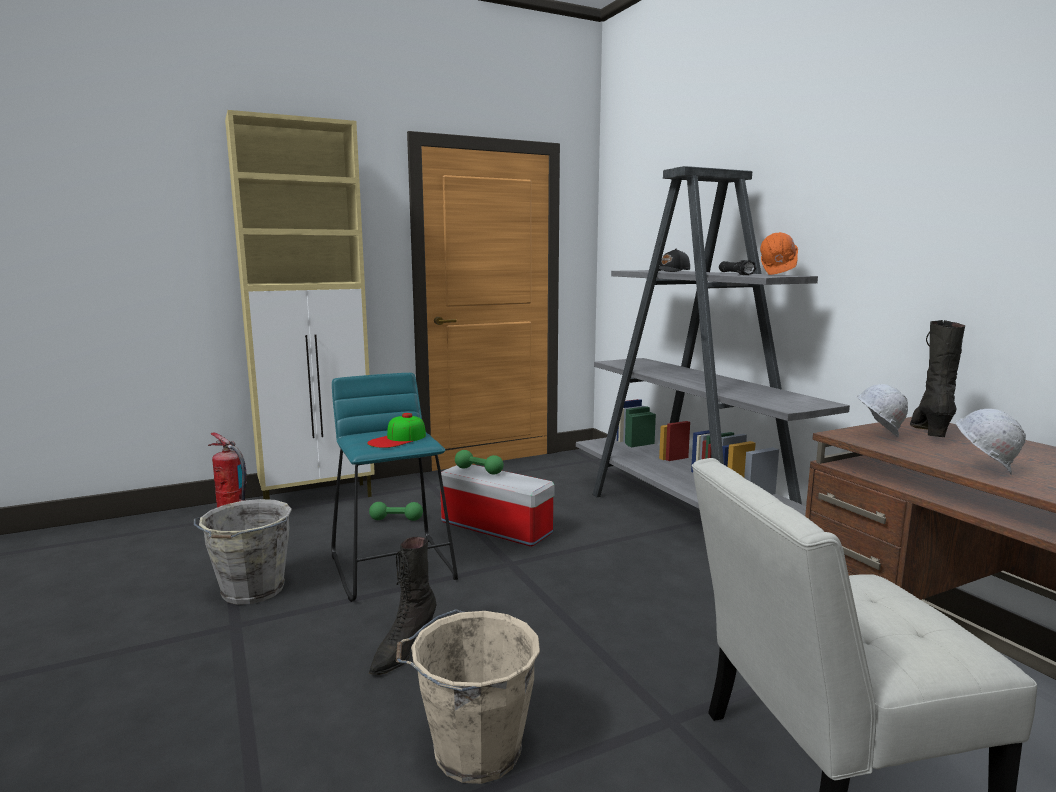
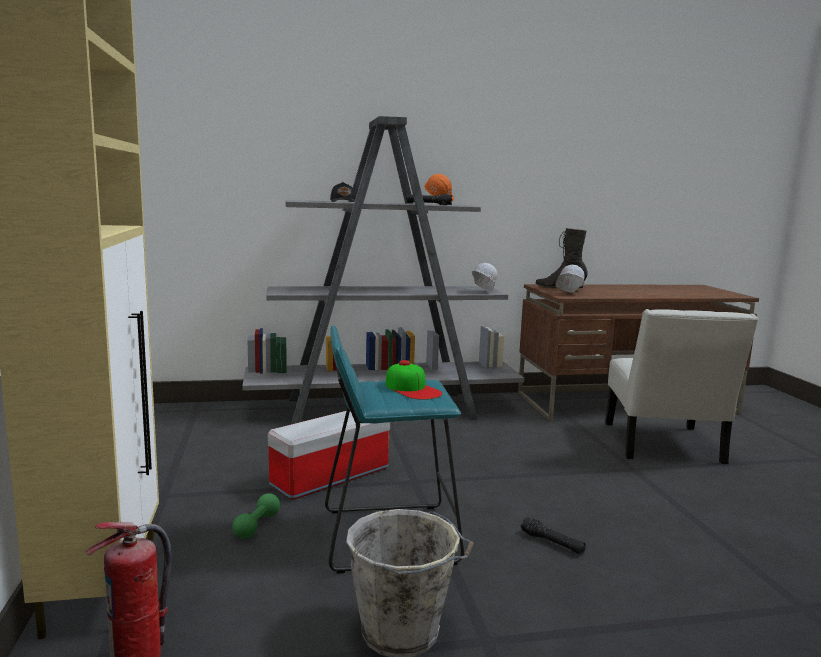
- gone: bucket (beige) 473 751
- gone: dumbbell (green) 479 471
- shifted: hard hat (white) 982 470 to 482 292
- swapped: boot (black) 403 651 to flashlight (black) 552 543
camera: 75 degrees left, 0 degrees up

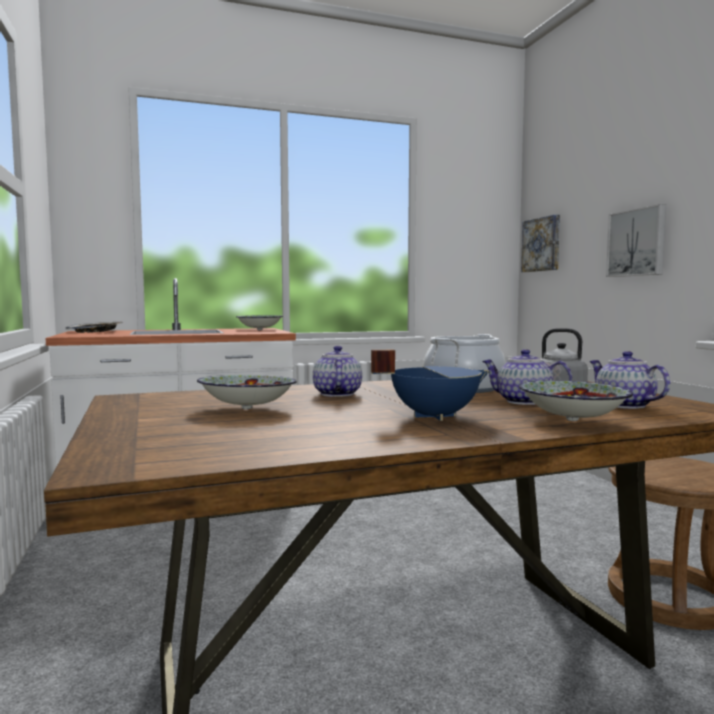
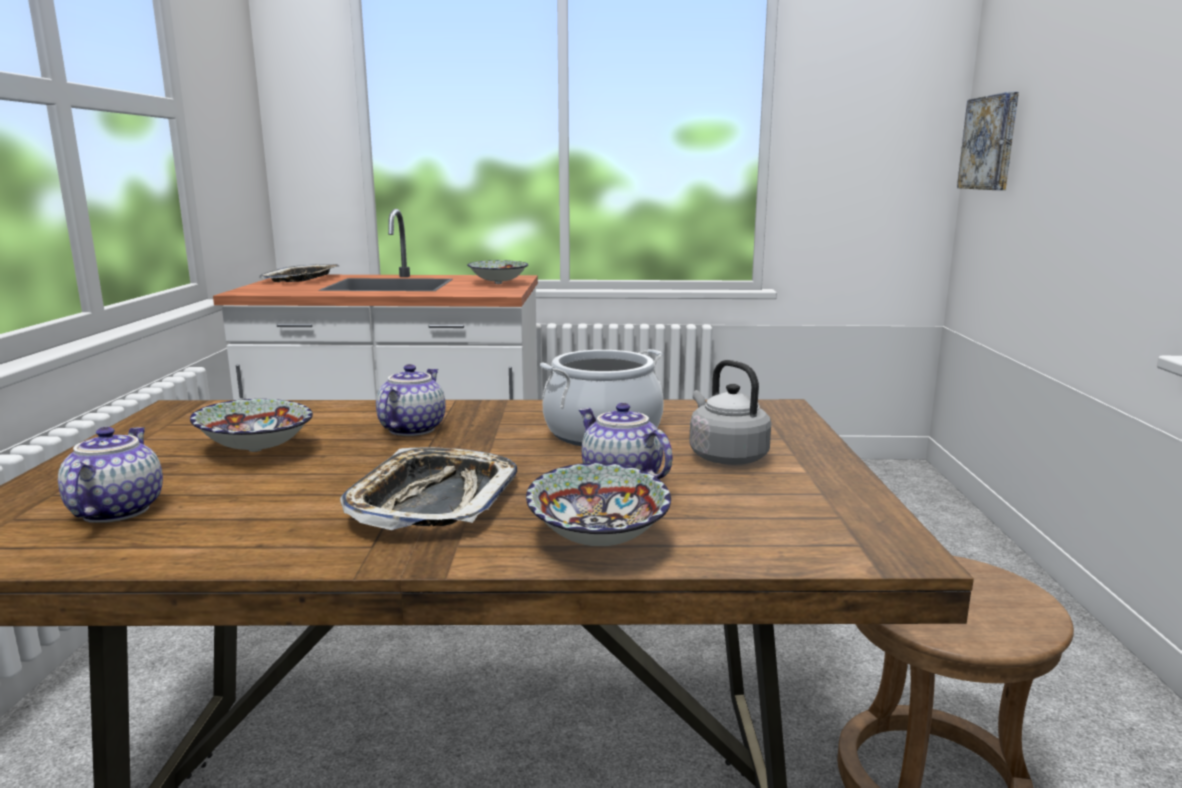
- gone: picture 637 242
- shifted: teapot 623 405 to 115 511
- swapped: cooking pot (blue) 433 416 to tray 433 499
camera: 20 degrees right, 10 degrees up

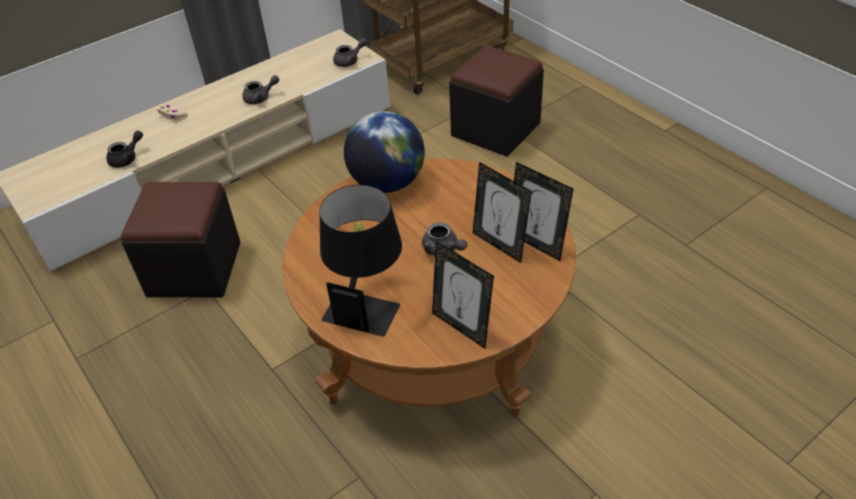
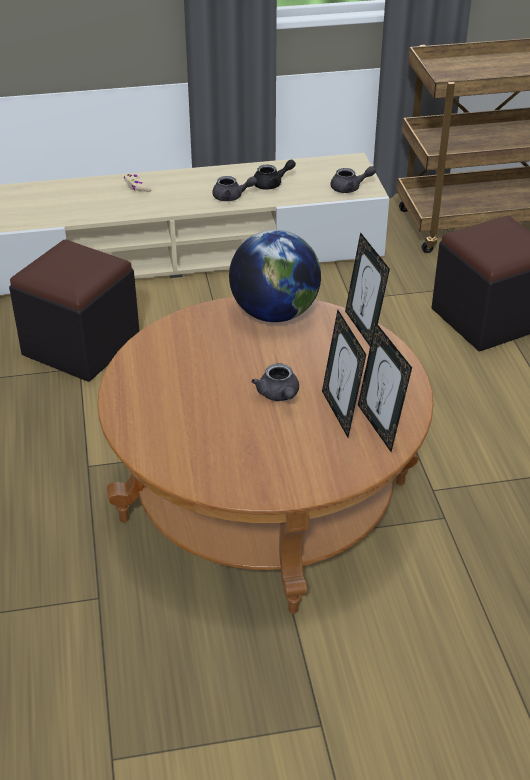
- gone: table lamp (black) 366 301
- shifted: teapot (black) 127 158 to 272 184
- shifted: picture frame 461 327 to 363 328
camera: 25 degrees right, 5 degrees down

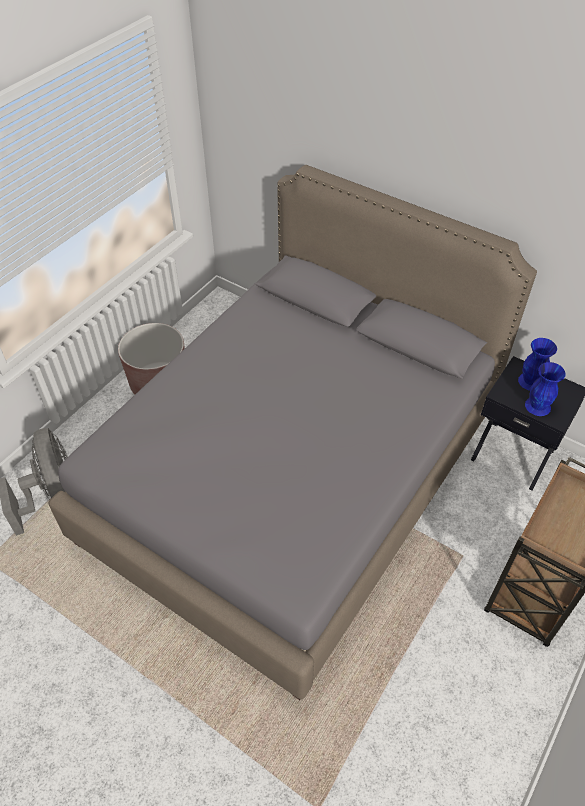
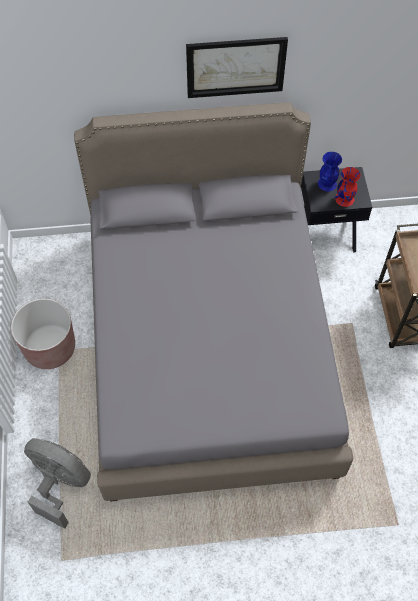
- new: picture 235 67
- repainted: vase (blue) 538 406 to vase (red) 344 198
camera: 40 degrees left, 10 degrees up

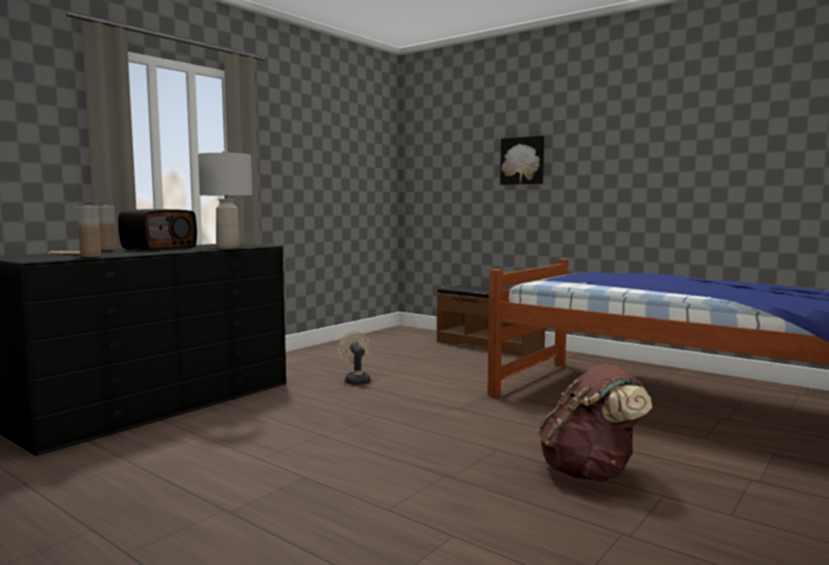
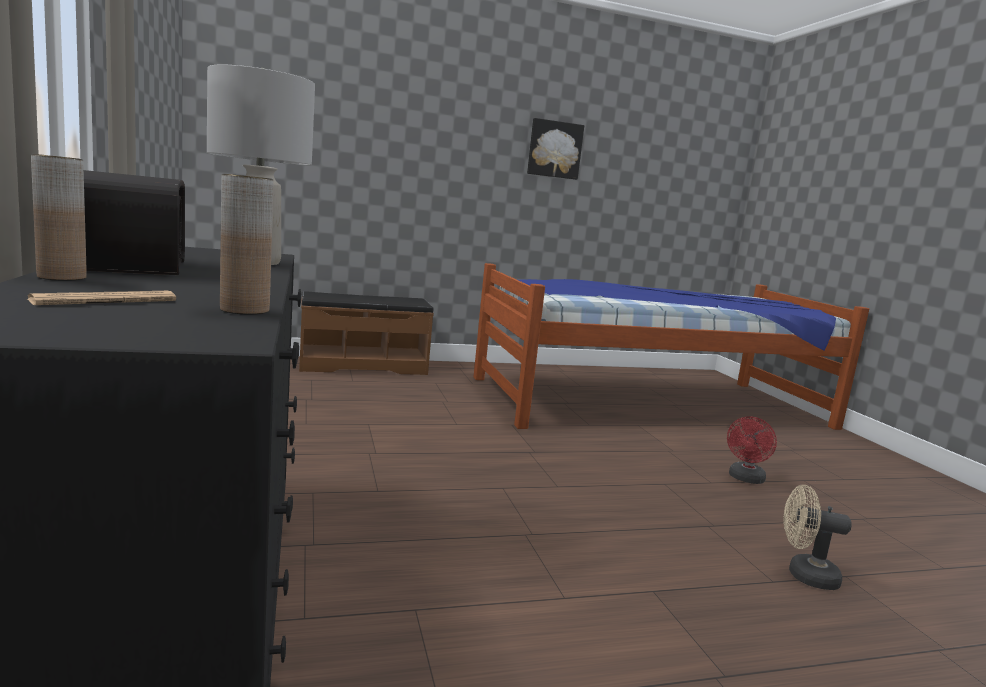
- shifted: fan (beige) 356 380 to 804 575
- shifted: picture 522 161 to 554 149
- swapped: backpack (brown) 590 473 to fan (red) 745 479
camera: 55 degrees left, 5 degrees up

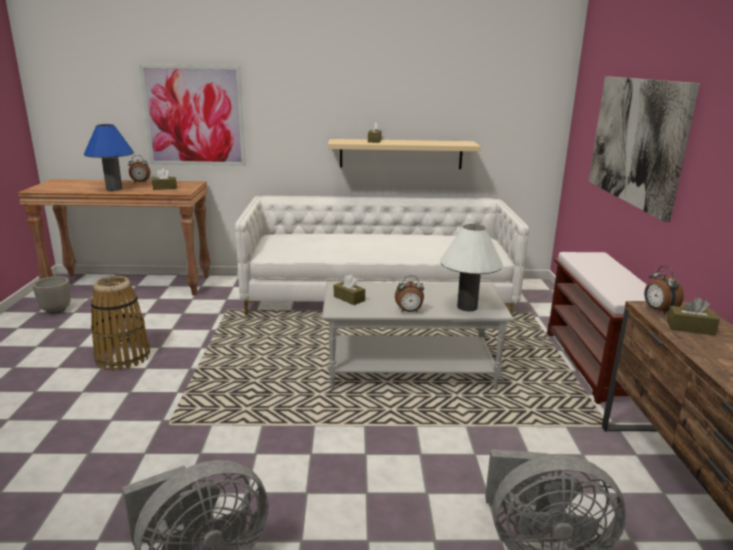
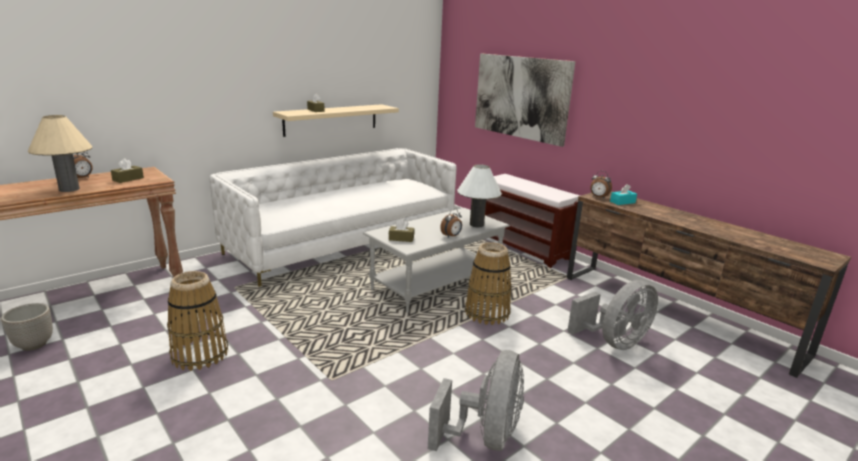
- gone: picture 194 116
- new: basket 487 313
- repainted: table lamp (blue) 114 189 to table lamp (beige) 69 189
- repainted: tissue box (brown) 690 328 to tissue box (turquoise) 622 202
camera: 40 degrees left, 0 degrees up

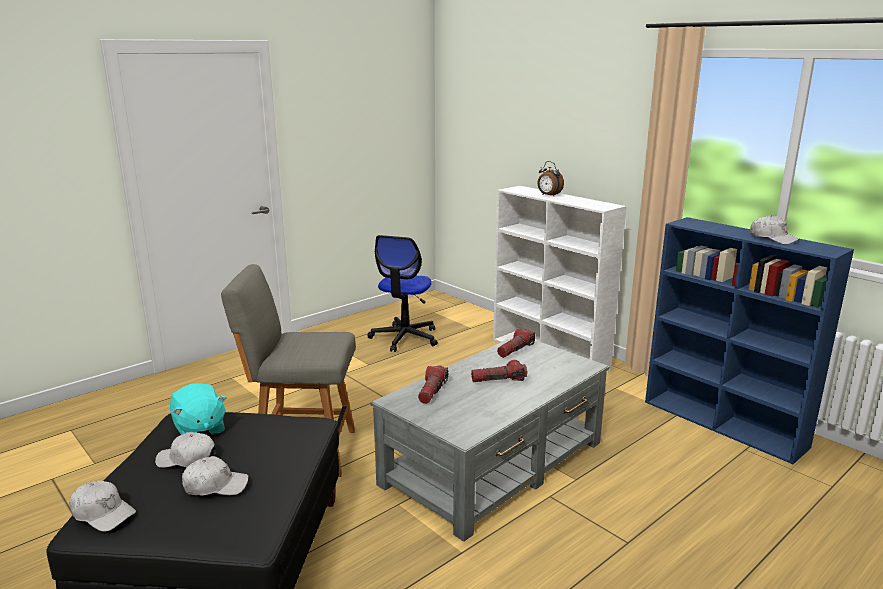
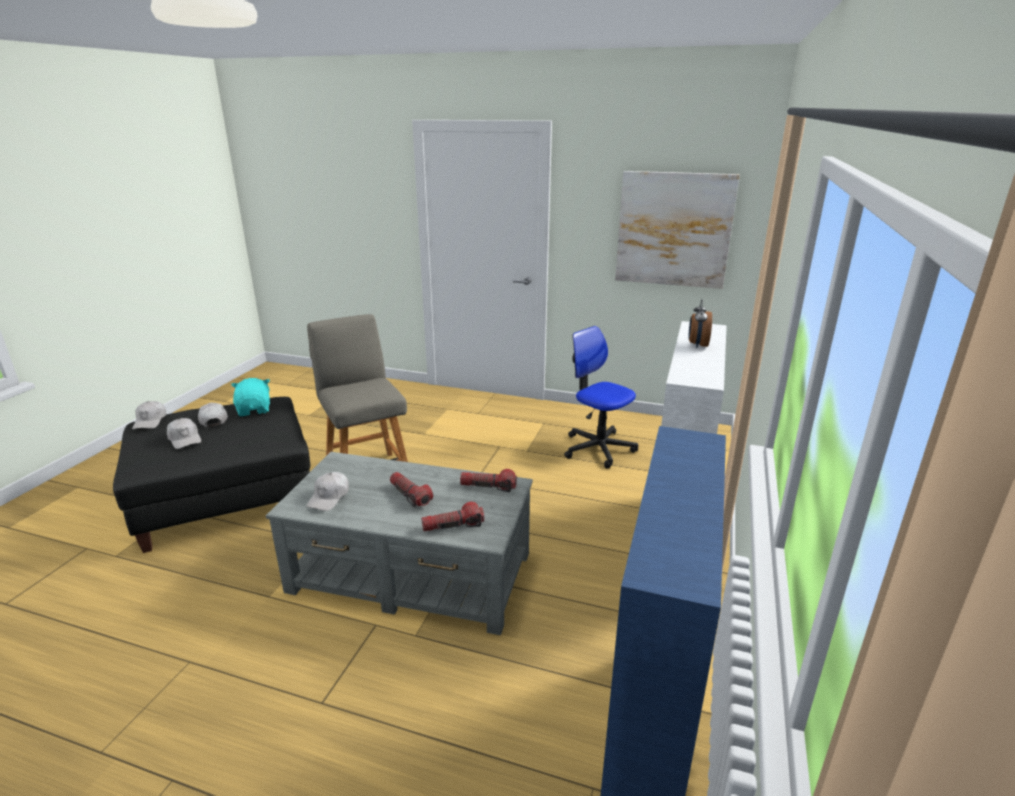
- new: picture 674 229
- shifted: flashlight 432 391 to 453 526
- shifted: cap (white) 772 238 to 329 497
- rotated: plush toy (turquoise) 199 429 = 255 410 135 degrees clockwise
- rotated: office chair 404 338 = 598 448 60 degrees clockwise
camera: 60 degrees right, 5 degrees up

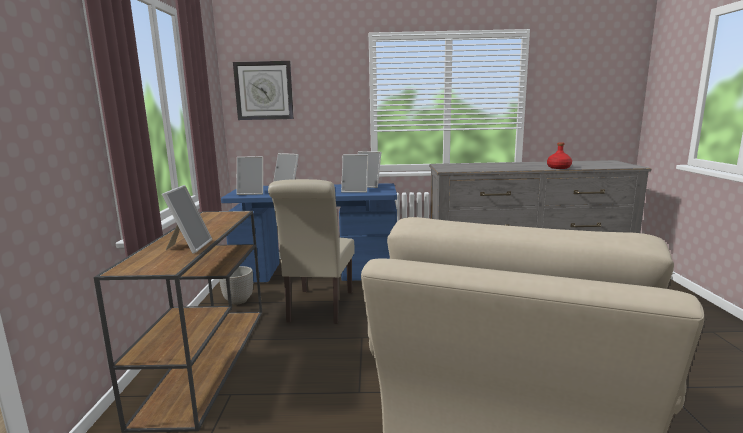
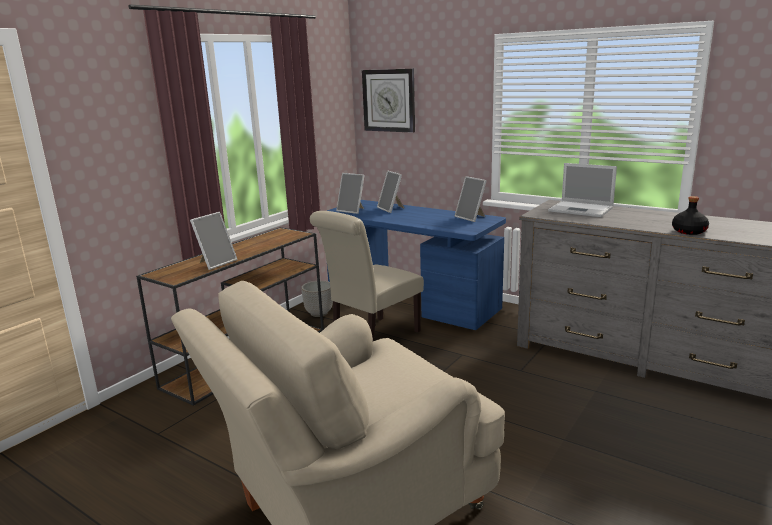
- gone: picture frame 356 191
- new: laptop 582 209
- repainted: bottle (red) 558 168 to bottle (black) 688 231
camera: 35 degrees right, 5 degrees up

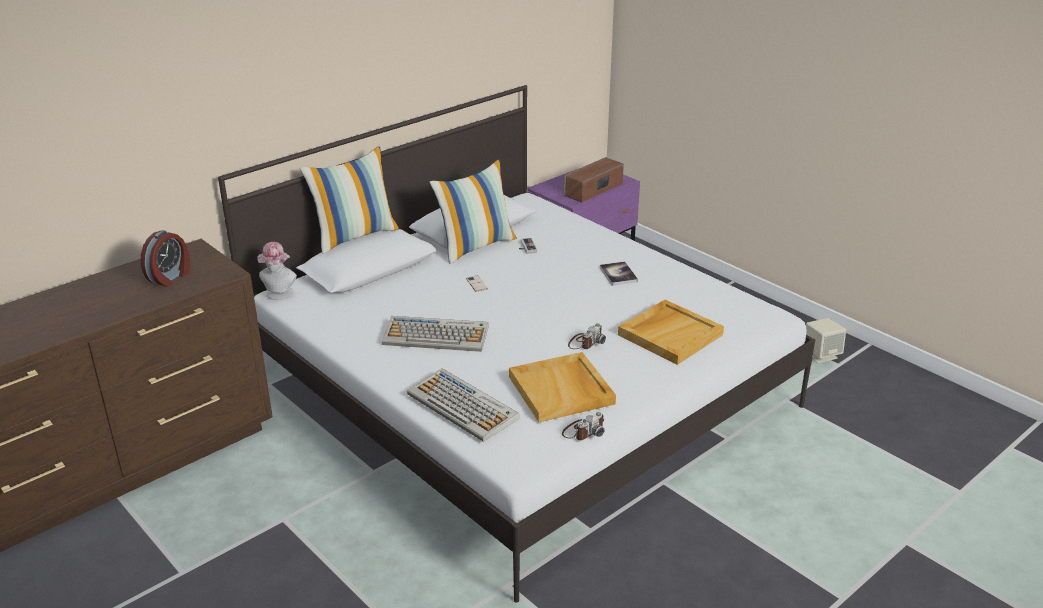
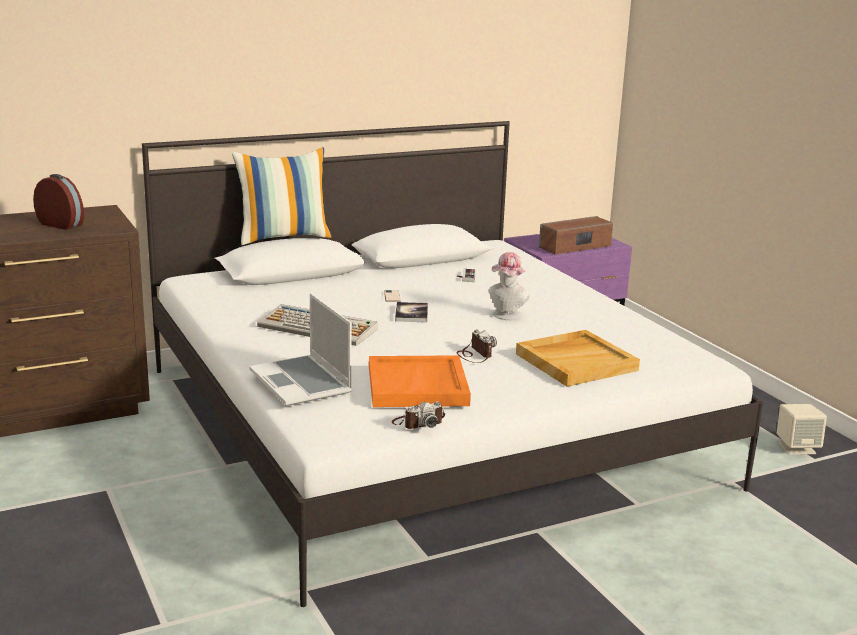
- gone: pillow 475 246
- shifted: hat 279 295 to 506 316
- shifted: book 618 274 to 411 313
- swapped: keyboard 463 406 to laptop 302 383
- repainted: tray (beige) 562 390 to tray (orange) 418 386
- rotated: alarm clock 170 277 = 62 224 105 degrees counterclockwise
- rotated: photo camera 585 342 = 475 354 75 degrees counterclockwise
camera: 15 degrees right, 10 degrees down

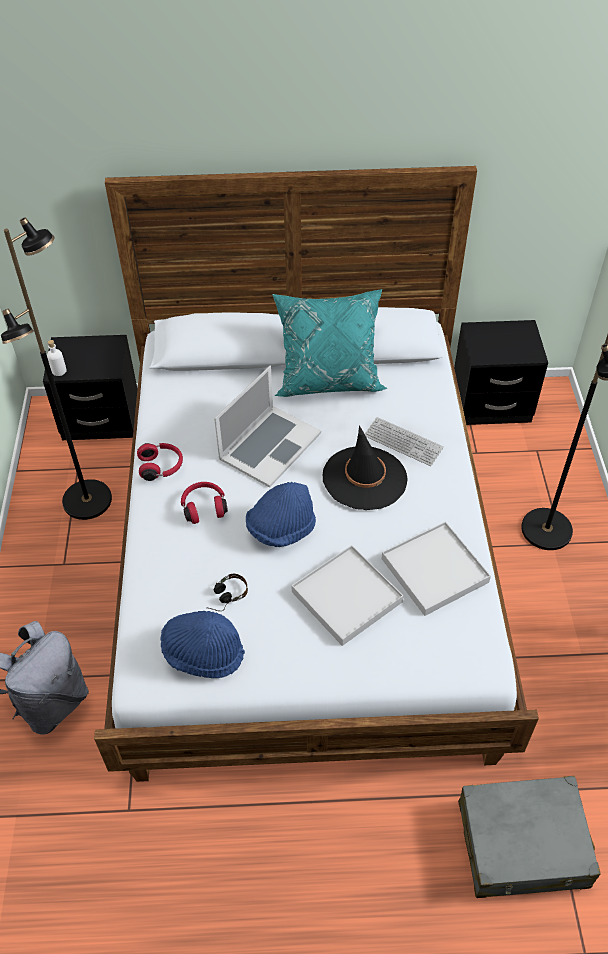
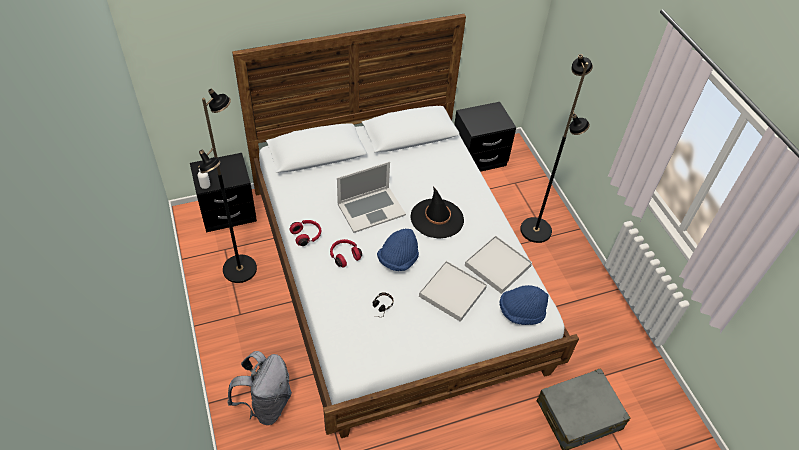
- gone: pillow (turquoise) 329 376
- gone: keyboard 403 442
- shifted: hat (blue) 203 653 to 521 312
- rotated: laptop 269 445 = 371 209 45 degrees clockwise
camera: 20 degrees left, 0 degrees up

